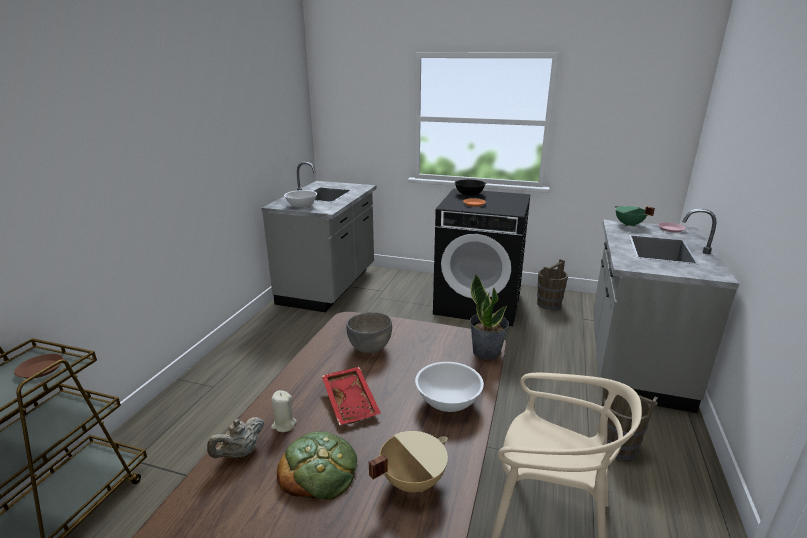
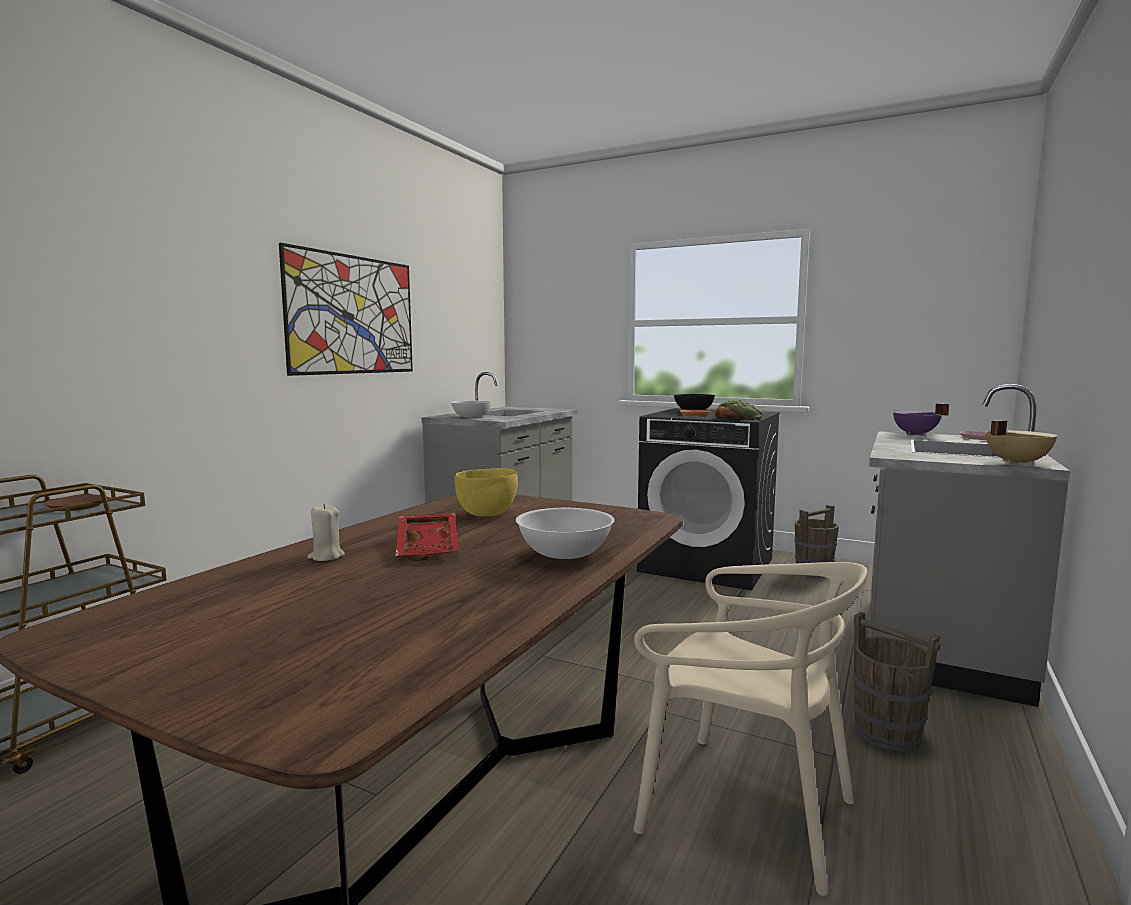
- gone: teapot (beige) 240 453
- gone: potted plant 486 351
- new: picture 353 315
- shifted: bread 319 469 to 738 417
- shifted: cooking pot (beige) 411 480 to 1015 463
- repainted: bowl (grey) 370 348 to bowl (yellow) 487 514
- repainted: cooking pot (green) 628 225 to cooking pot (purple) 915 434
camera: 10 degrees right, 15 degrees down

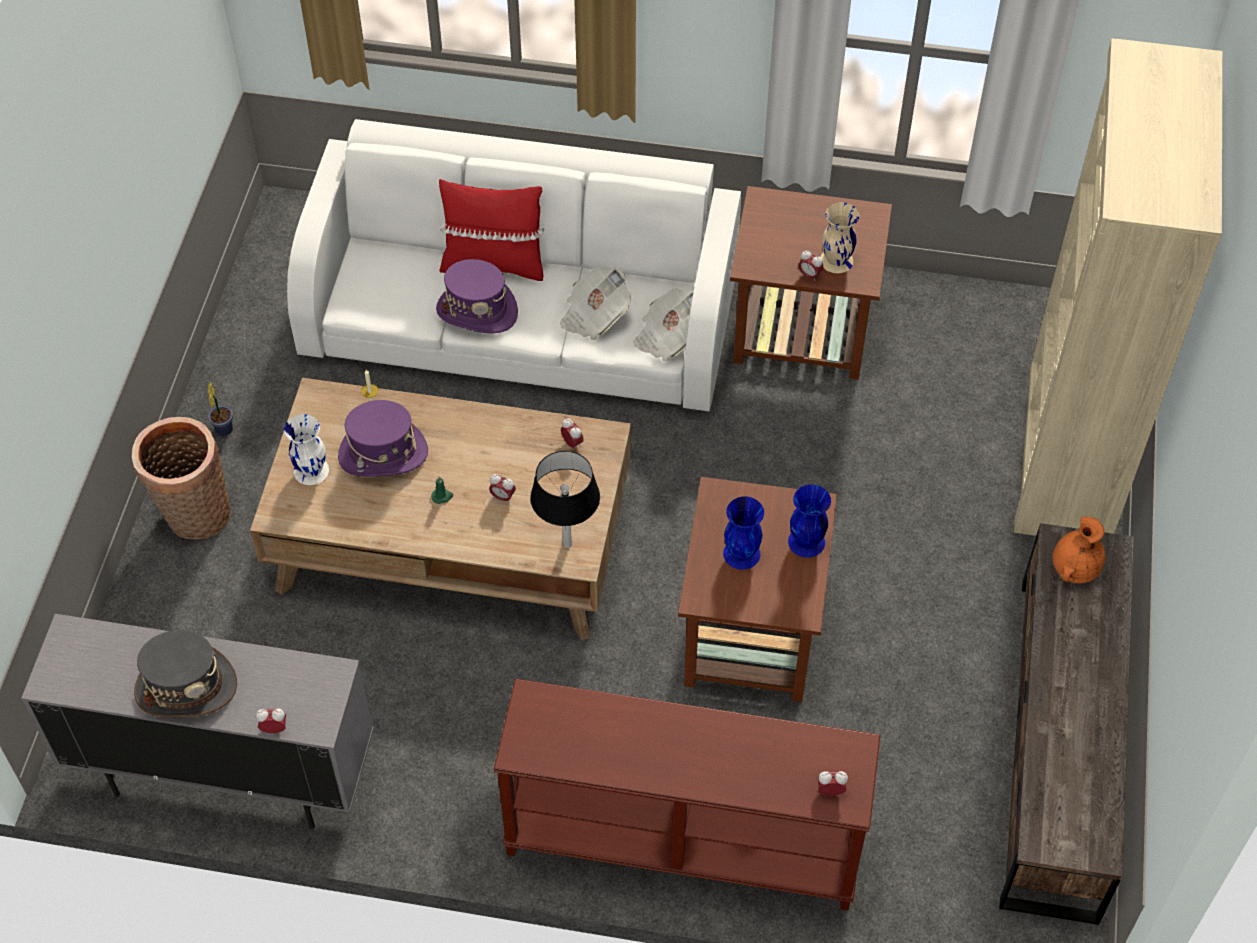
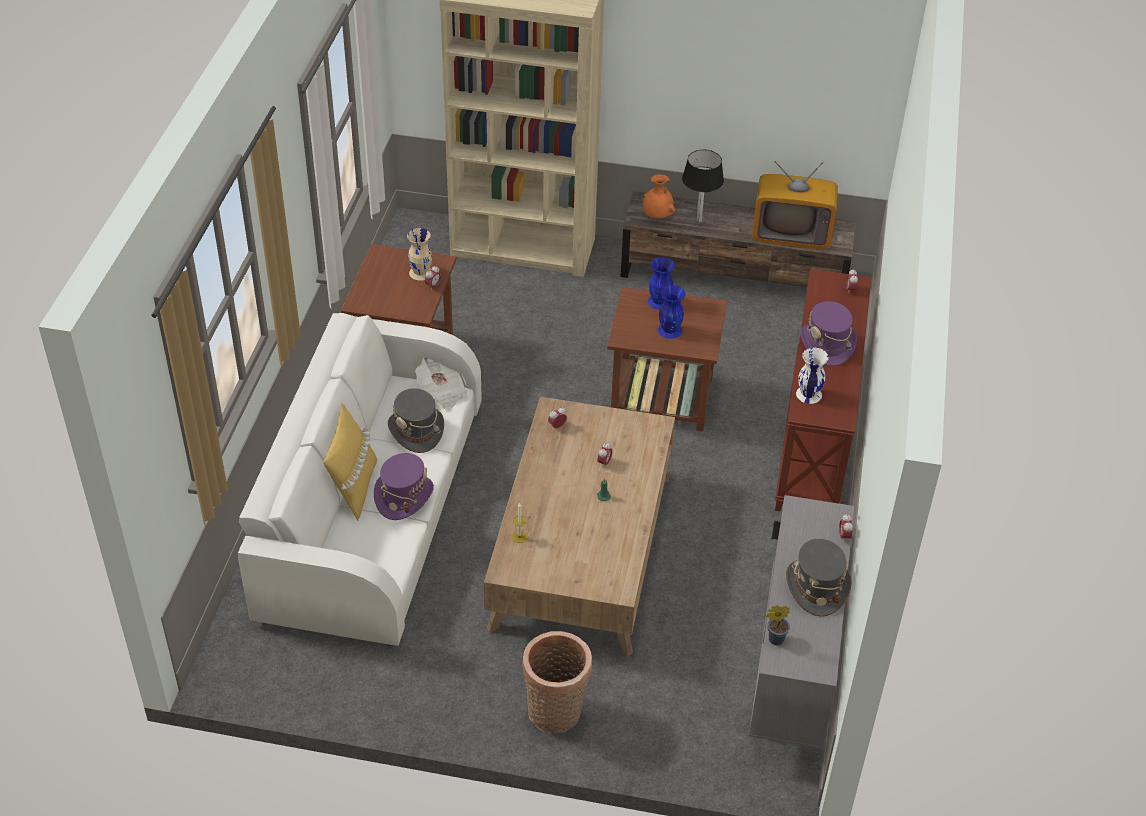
- new: television 791 232
- shifted: potted plant 224 427 to 774 639
- shifted: vase (white) 311 470 to 808 394
- shifted: hat (purple) 383 454 to 827 344
- shifted: table lamp (black) 567 544 to 699 220
- swapped: newspaper 594 316 to hat (grey) 416 430
- repainted: pillow (red) 493 264 to pillow (yellow) 353 488
camera: 90 degrees left, 10 degrees down

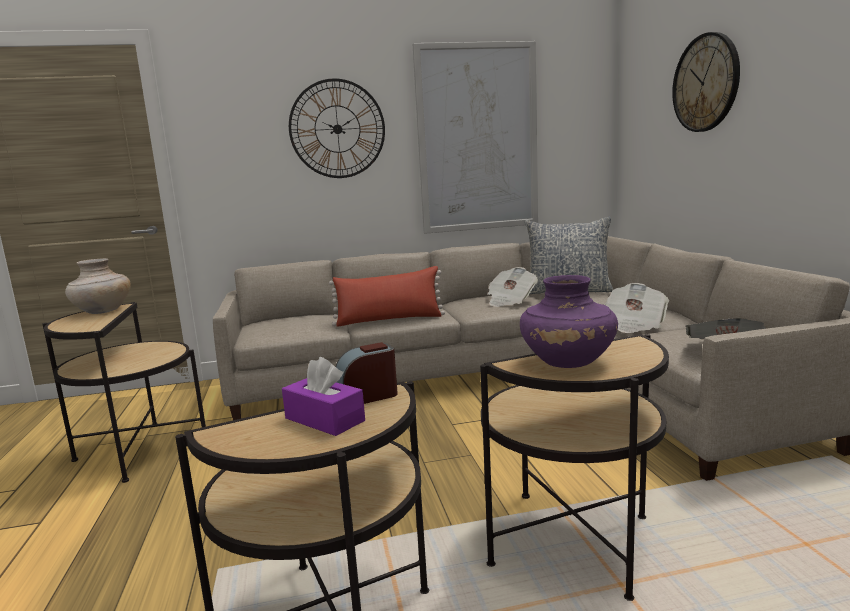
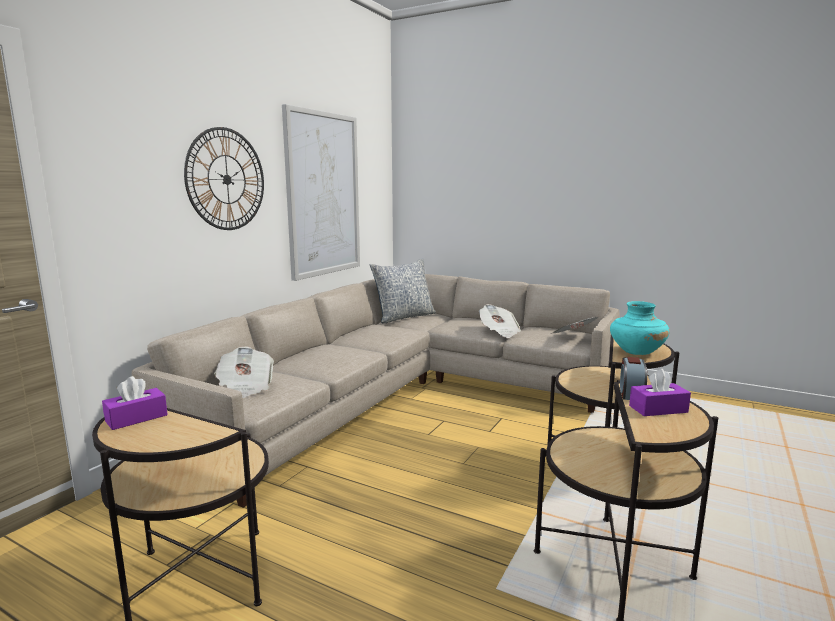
- gone: pillow (red) 389 320
- gone: wall clock 706 83
- shifted: newspaper 510 301 to 245 387
- swapped: vase (beige) 102 311 to tissue box (purple) 136 418
- repainted: vase (purple) 567 363 to vase (turquoise) 636 352
camera: 50 degrees left, 0 degrees up

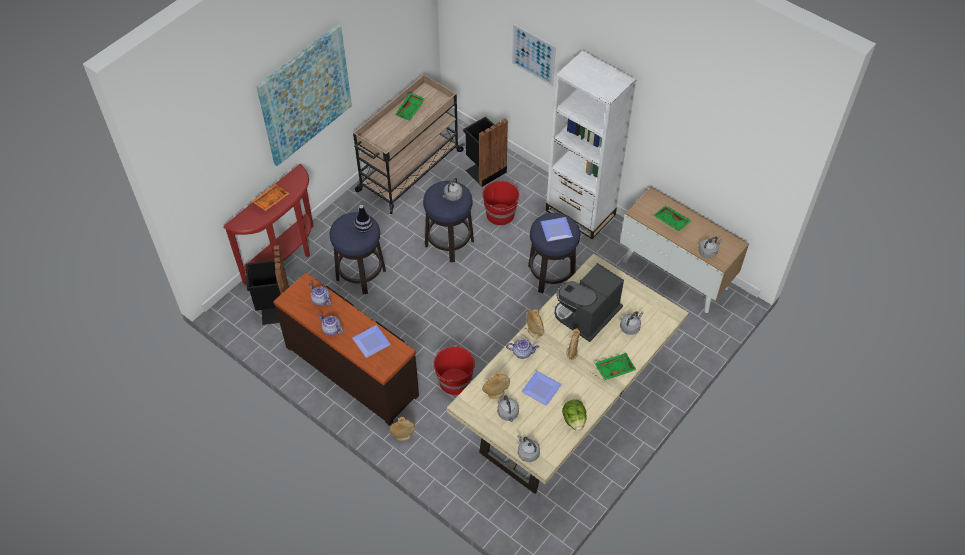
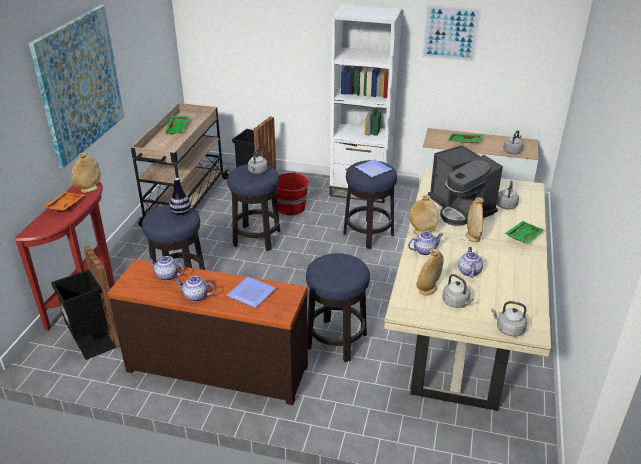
- gone: lettuce 574 420
- shifted: vase (beige) 403 436 to 89 189
- shifted: picture 533 55 to 450 33
- swapped: bucket (red) 454 381 to stool 336 340
- swapped: plate 541 388 to teapot 469 271
- rotated: coffee machine 587 316 = 460 208 45 degrees counterclockwise
camera: 25 degrees left, 20 degrees down

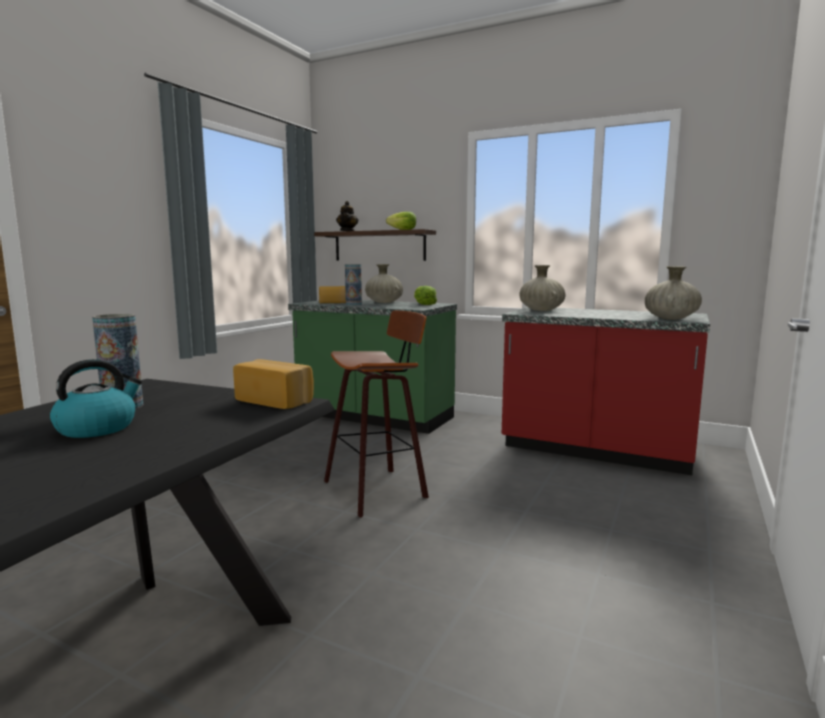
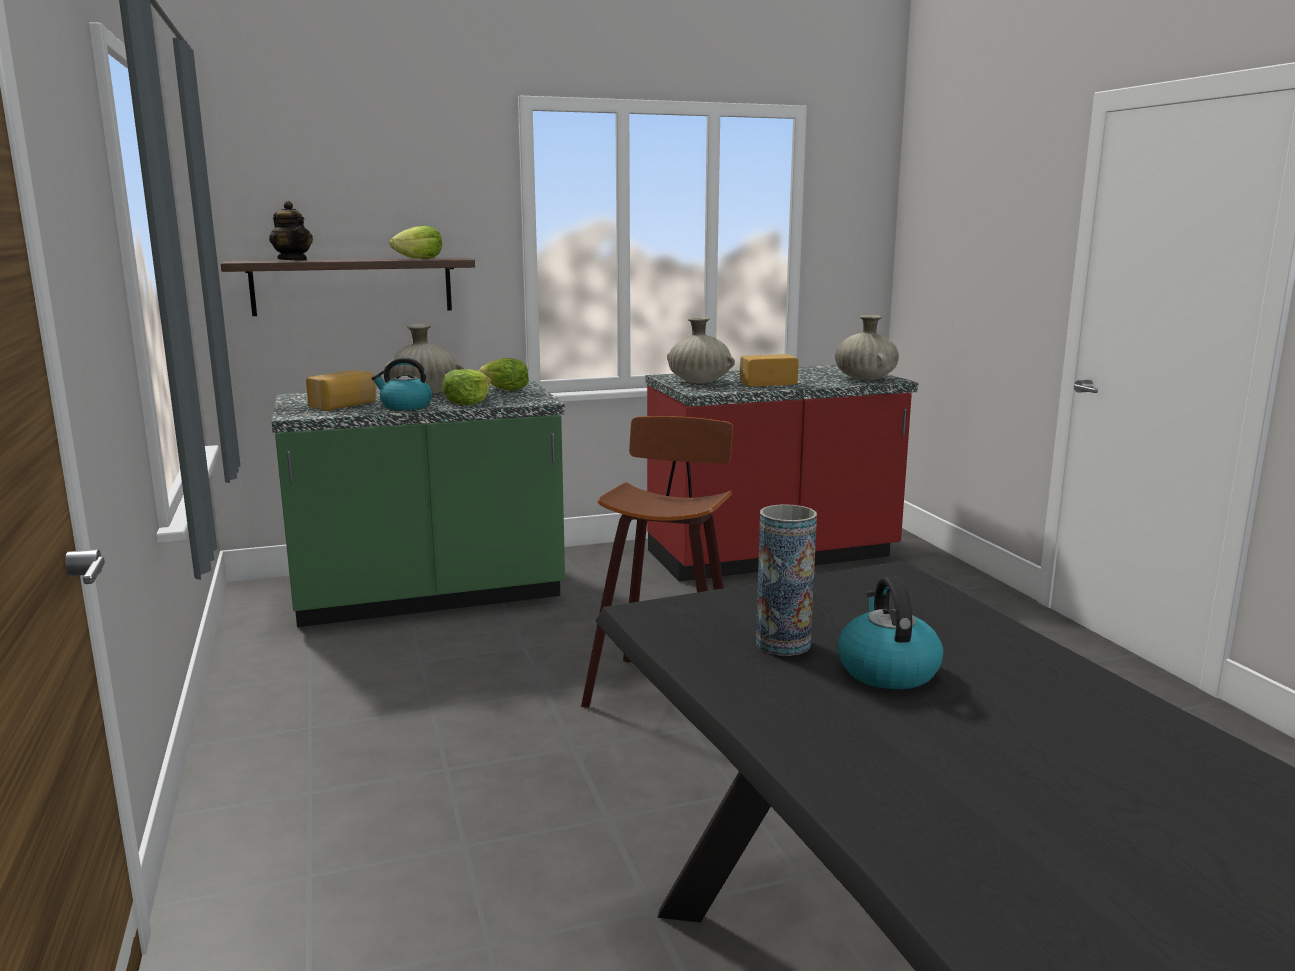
- new: lettuce 467 402
- shifted: bread 276 400 to 767 383
- swapped: vase 353 305 to kettle 405 406
camera: 45 degrees left, 5 degrees up

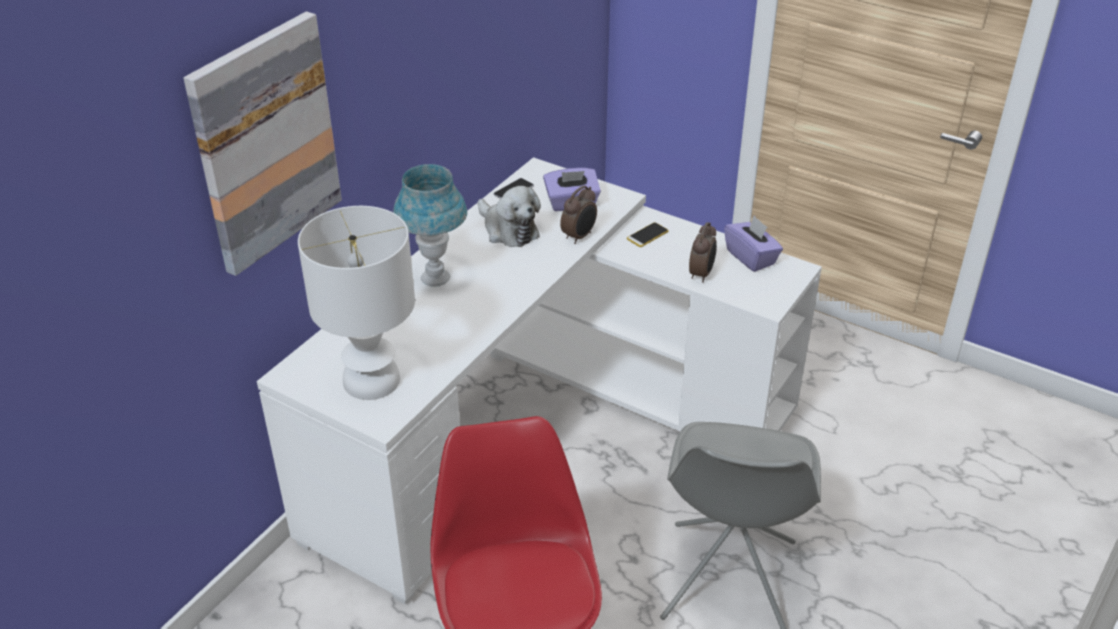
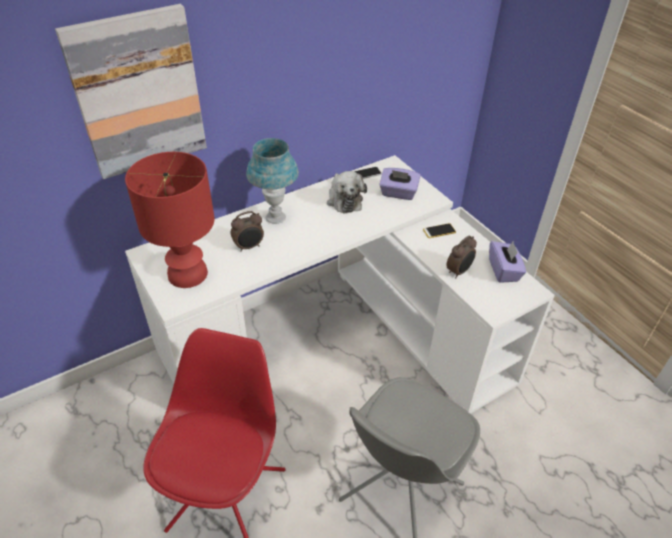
- shifted: alarm clock 579 236 to 249 247
- repainted: table lamp (white) 373 379 to table lamp (red) 189 274
camera: 25 degrees right, 5 degrees up

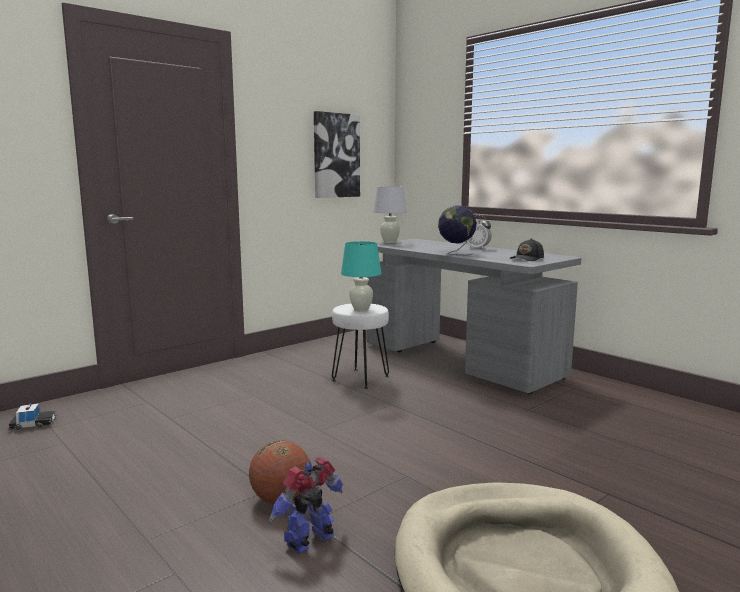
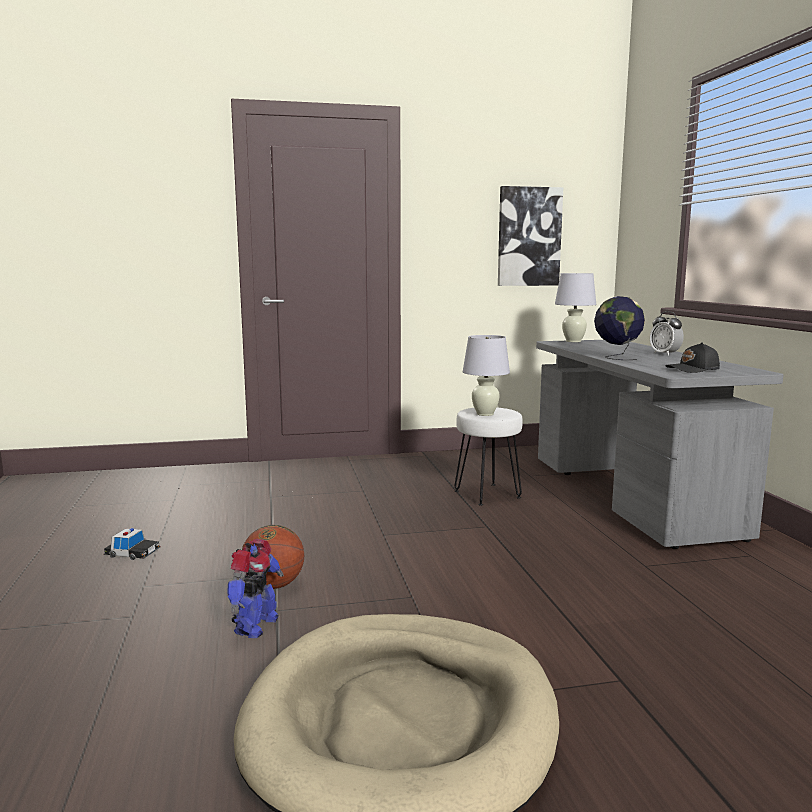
- shifted: toy car 33 424 to 132 553
- repainted: table lamp (turquoise) 361 309 to table lamp (white) 485 414
- rotated: toy robot 311 541 = 255 626 120 degrees clockwise
camera: 30 degrees right, 0 degrees up

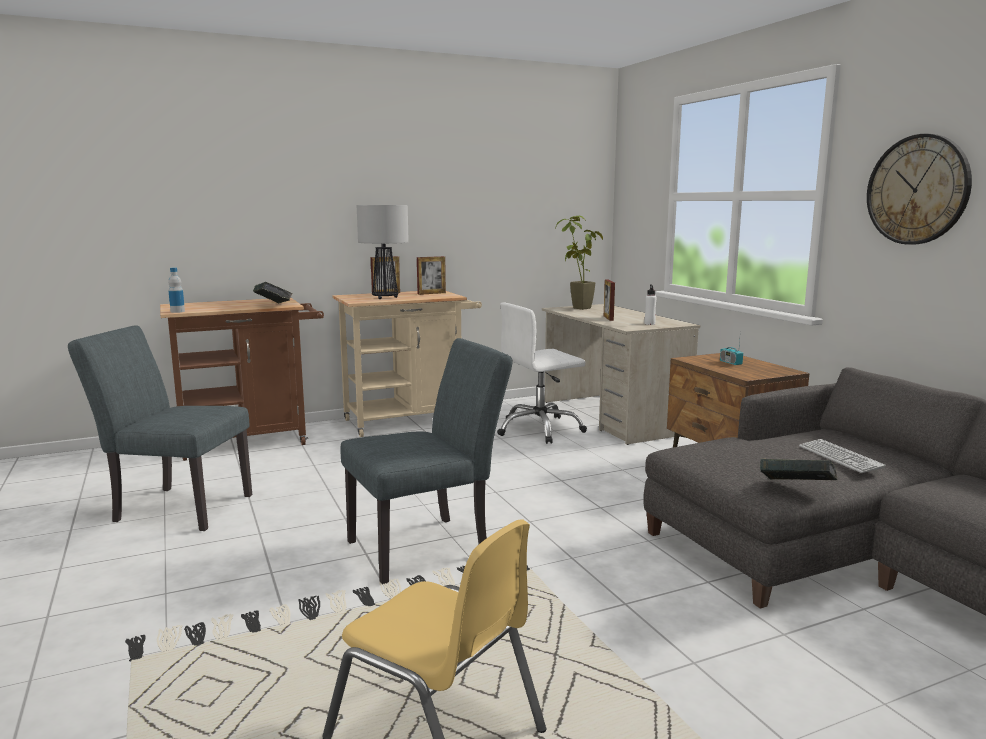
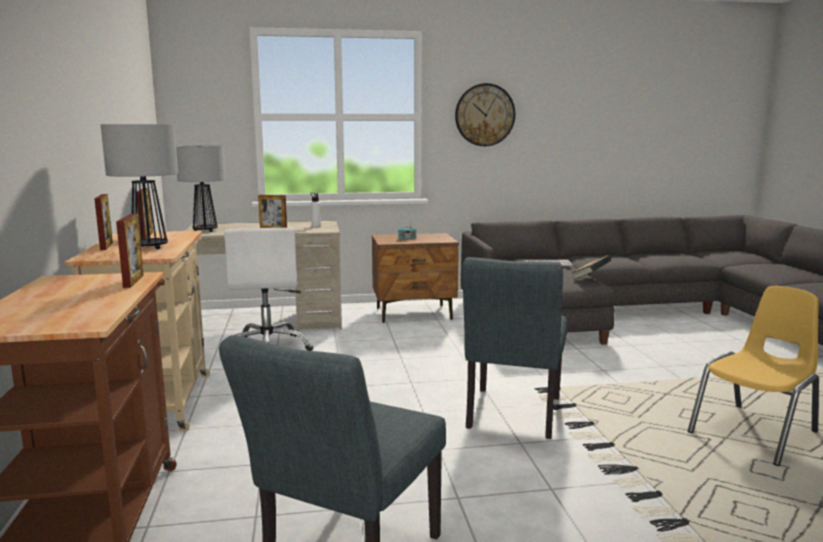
- gone: bottle 177 311
- swapped: book 273 306 to picture frame 133 281
- swapped: potted plant 575 308 to table lamp 205 230
- rotated: chair (grey) 428 546 = 512 416 150 degrees counterclockwise
camera: 75 degrees left, 0 degrees up

